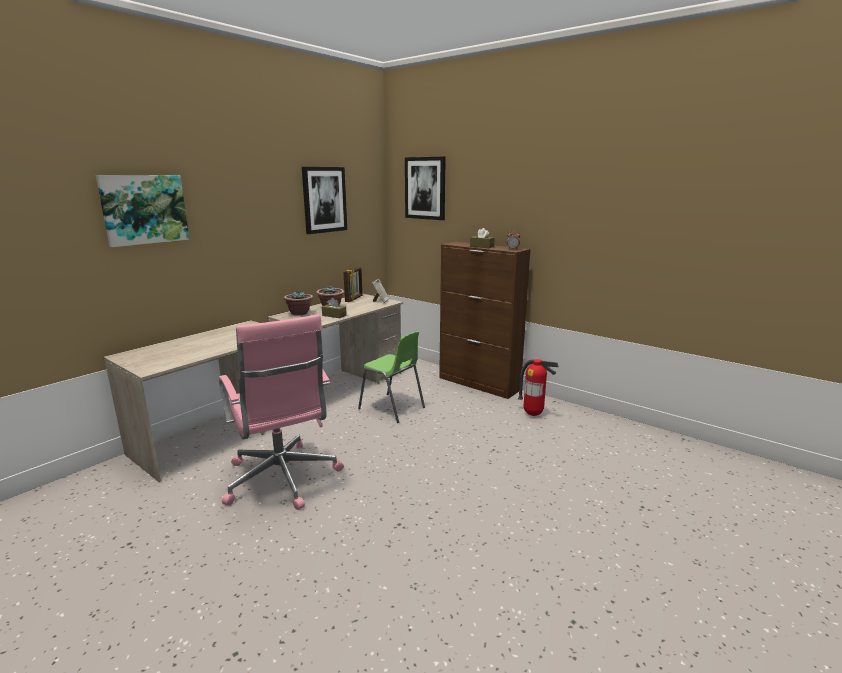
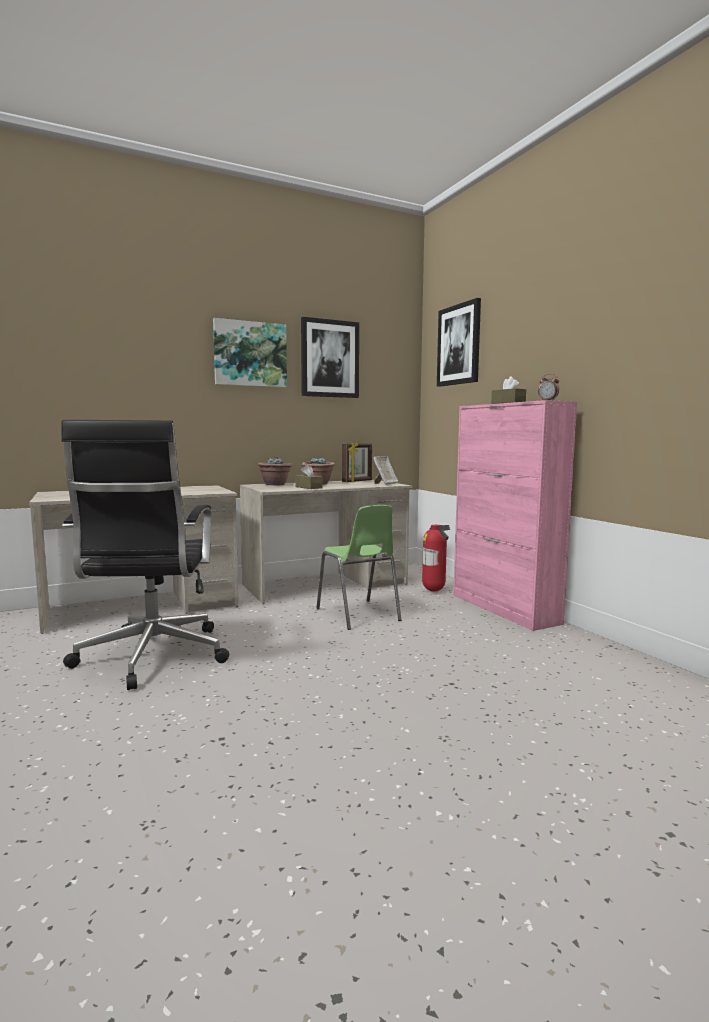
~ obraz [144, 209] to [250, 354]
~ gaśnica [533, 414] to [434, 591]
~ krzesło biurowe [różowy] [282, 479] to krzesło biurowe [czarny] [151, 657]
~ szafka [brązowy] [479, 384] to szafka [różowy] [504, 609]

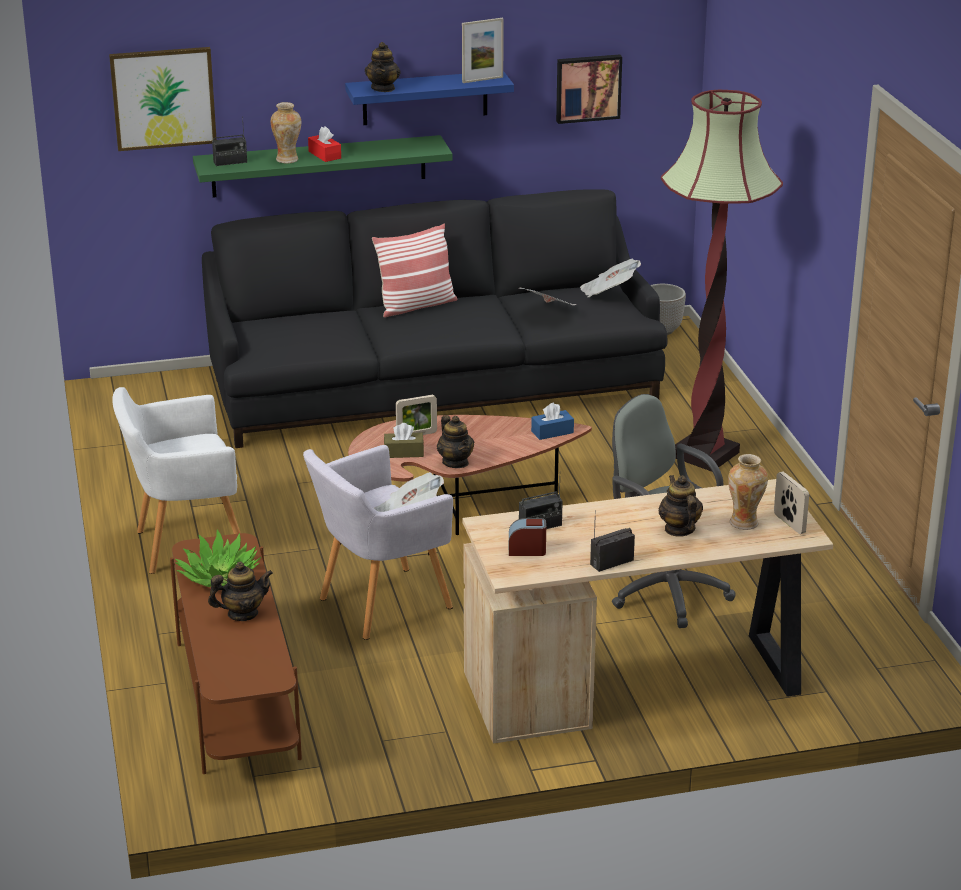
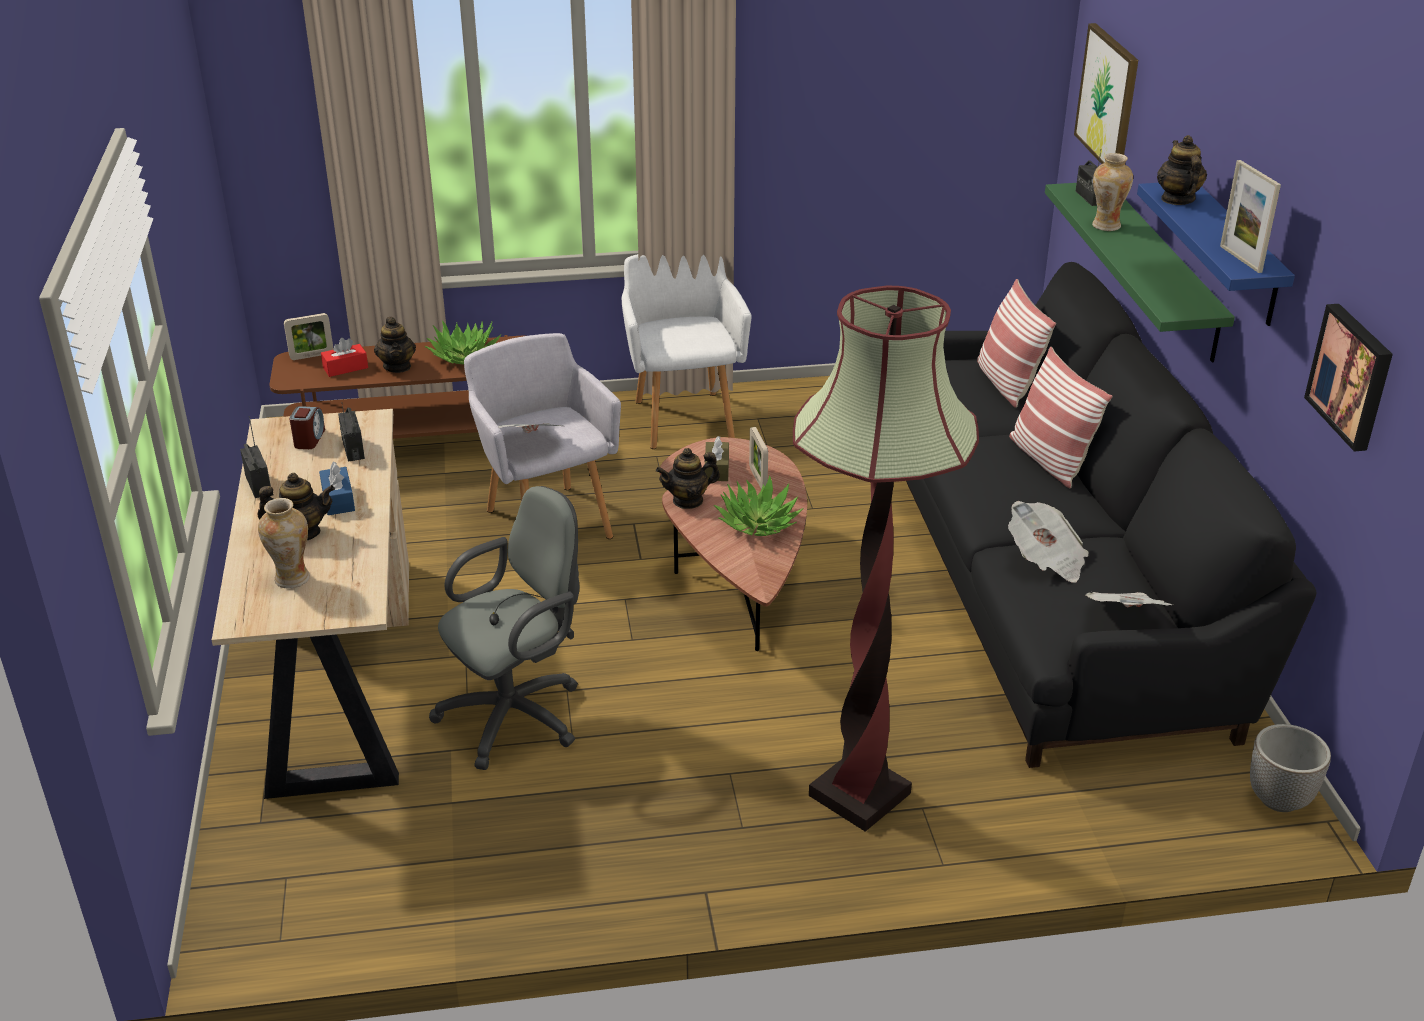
+ roślina doniczkowa [758, 523]
+ poduszka [1006, 383]
~ pudełko chusteczek [czerwony] [324, 155] to [345, 368]
~ pudełko chusteczek [niebieski] [552, 432] to [338, 500]
~ ramka na zdjęcie [789, 523] to [312, 356]
~ imbryk [383, 88] = [1177, 199] 75 degrees clockwise

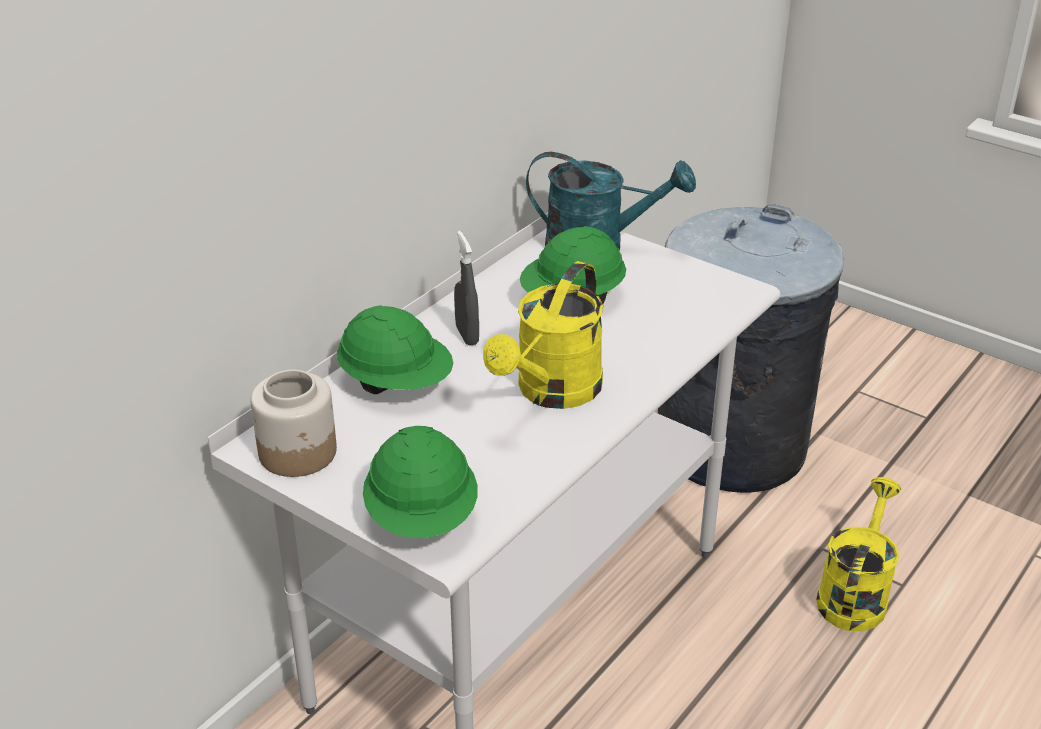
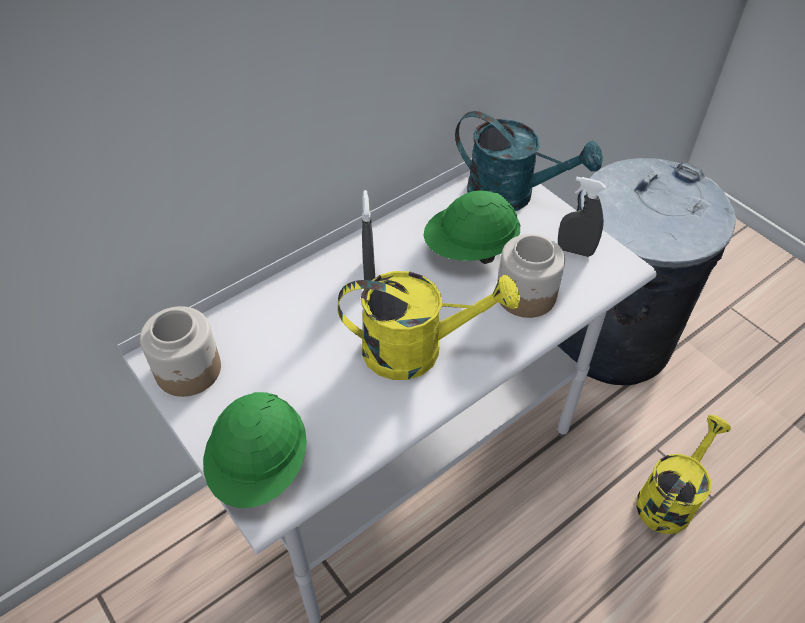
- kask [zielony] [397, 383]
+ słoik [525, 295]
+ spryskiwacz [szary] [575, 251]
~ konewka [żółty] [552, 393] = [417, 349] 135 degrees counterclockwise

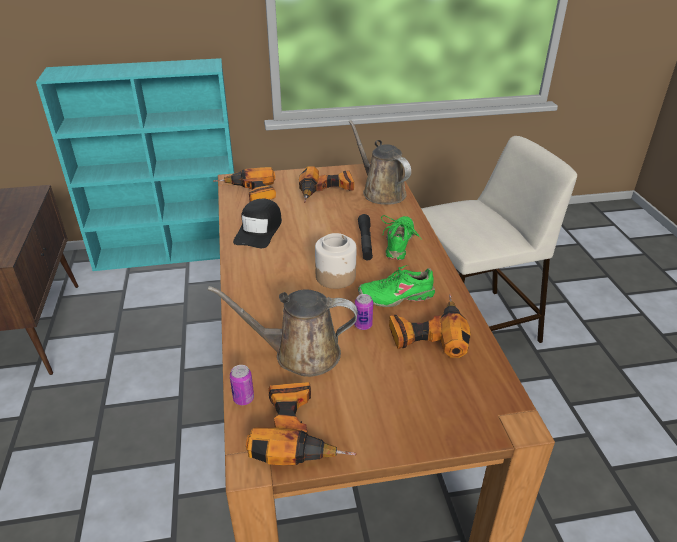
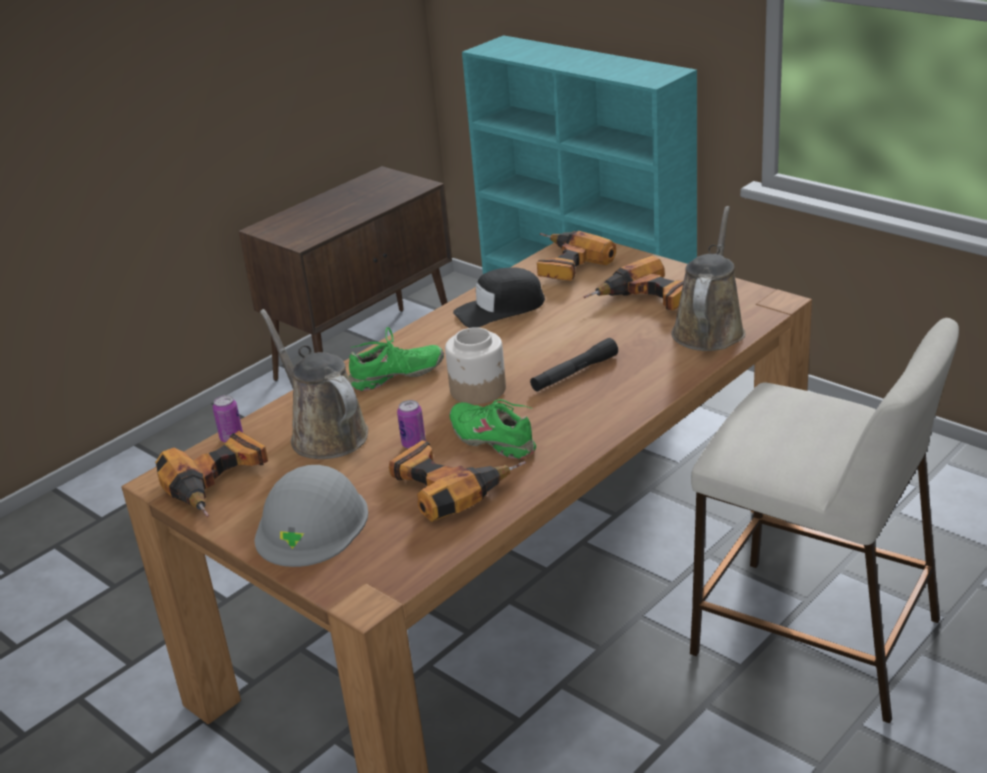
+ kask [szary] [312, 524]
~ but [zielony] [400, 244] to [397, 376]

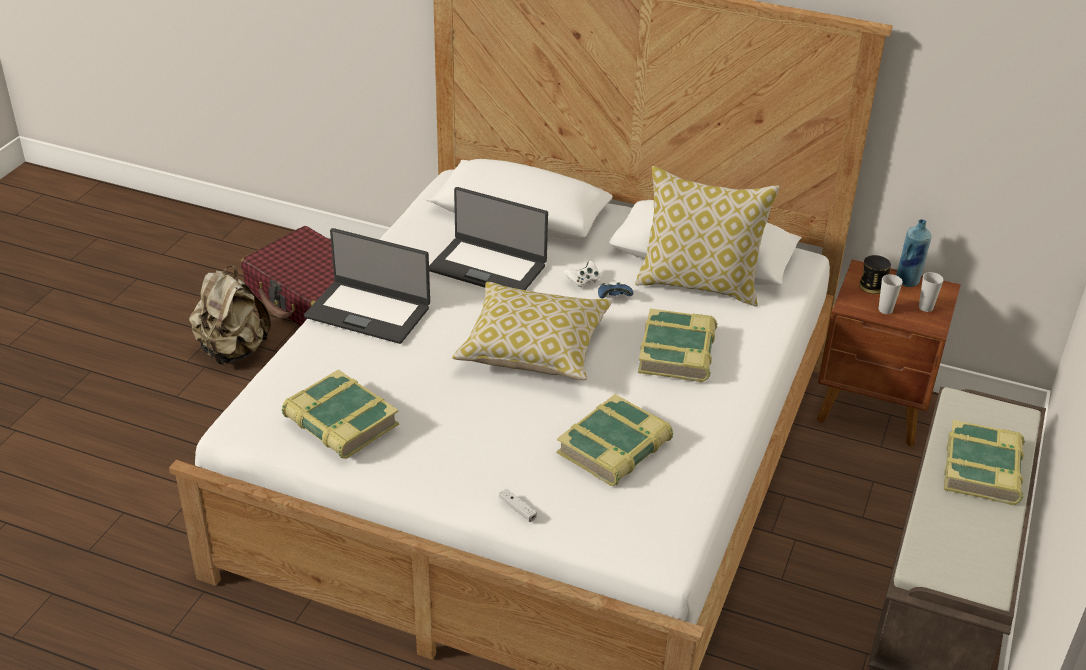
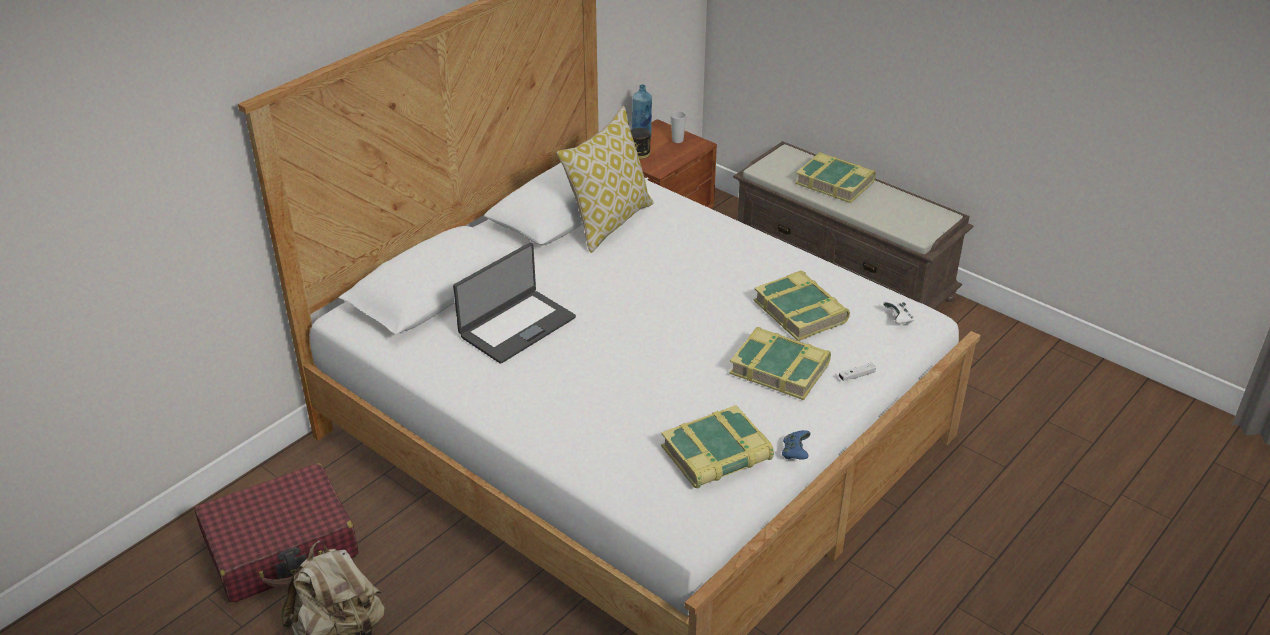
- laptop [368, 311]
- poduszka [534, 348]
- filiżanka [885, 310]
~ pad do gier [biały] [583, 281] to [898, 319]
~ pad do gier [niebieski] [613, 298] to [795, 452]
~ książka [678, 352] to [780, 368]

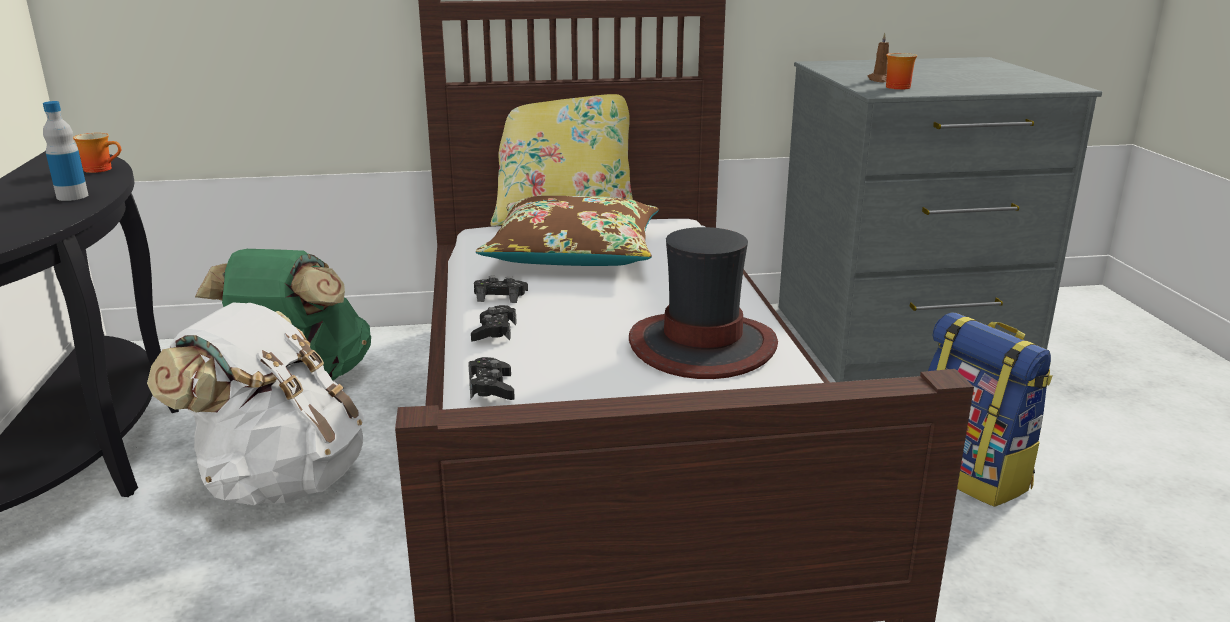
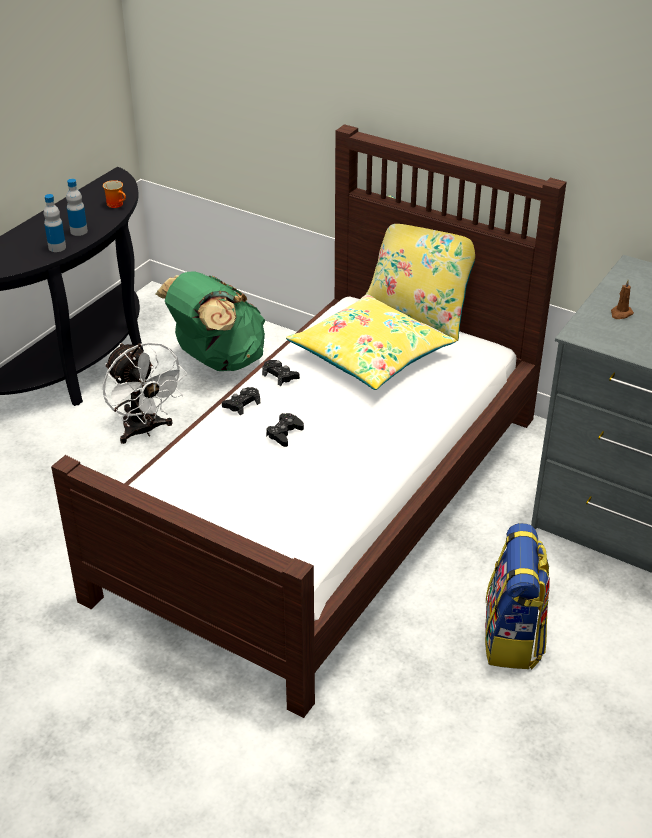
- kapelusz [702, 346]
- kubek [897, 87]
+ butelka [57, 247]
~ pad do gier [czarny] [491, 388] to [284, 433]
~ plecak [biały] [279, 481] to wentylator [biały] [145, 431]
~ poduszka [brązowy] [573, 253] to poduszka [żółty] [370, 355]

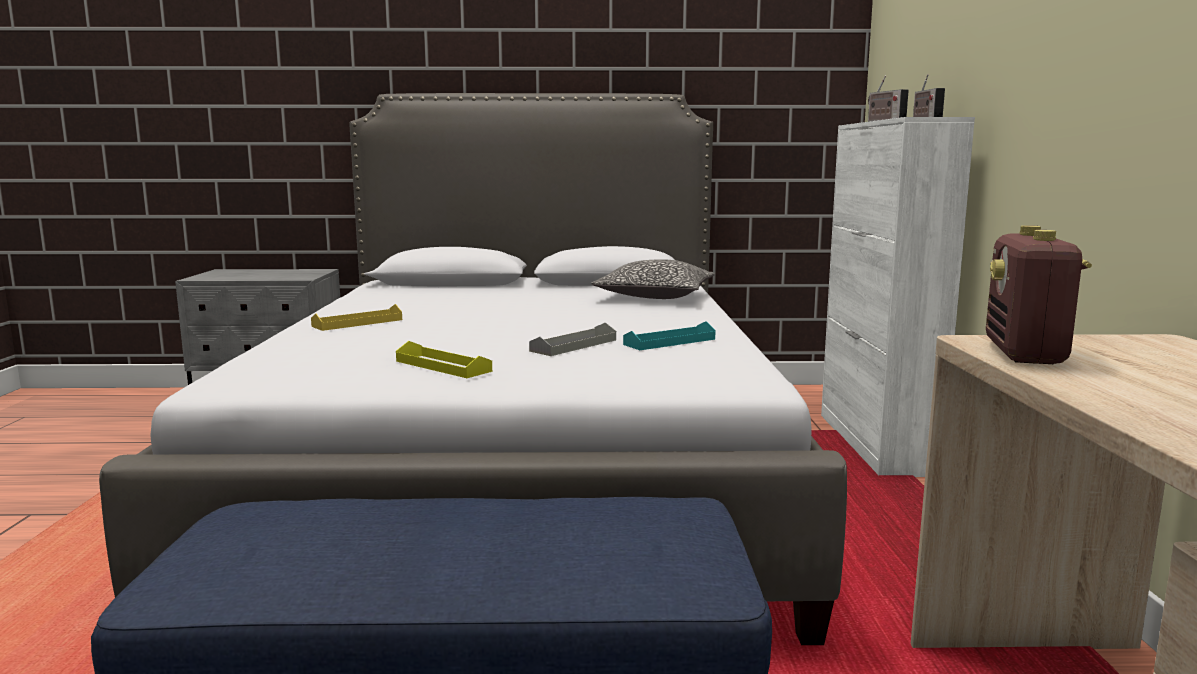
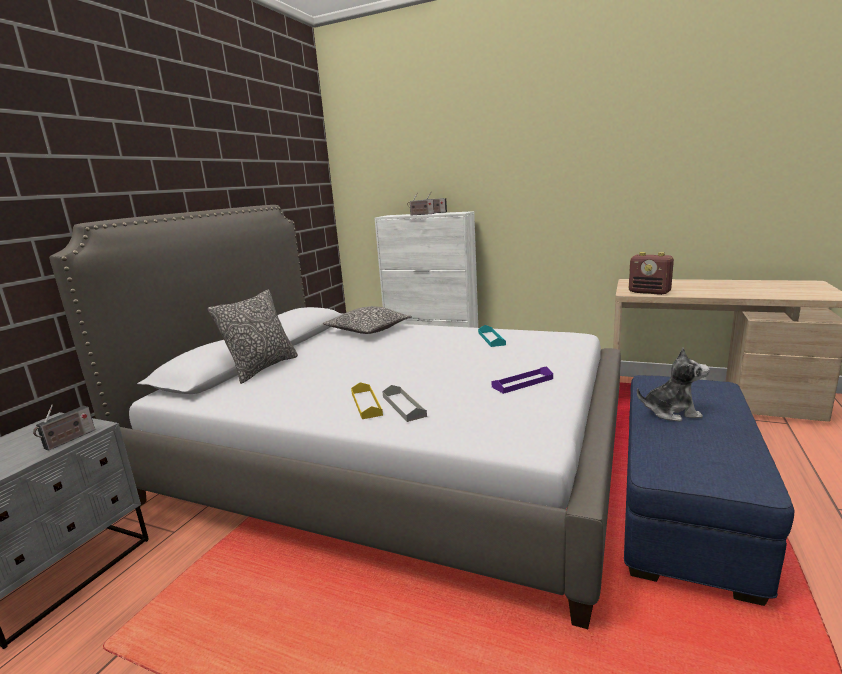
+ radio [68, 440]
+ poduszka [262, 368]
+ pluszak [671, 412]
~ taca [szary] [574, 345] to [403, 406]
~ taca [żółty] [443, 366] to taca [fioletowy] [522, 383]

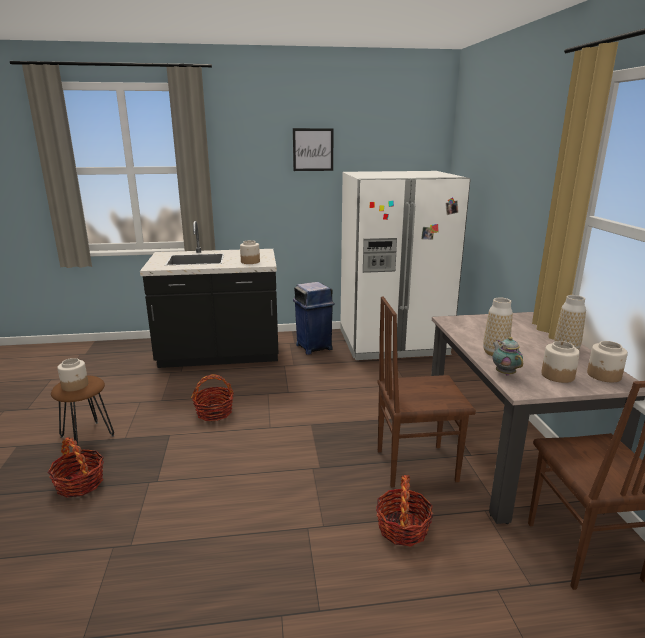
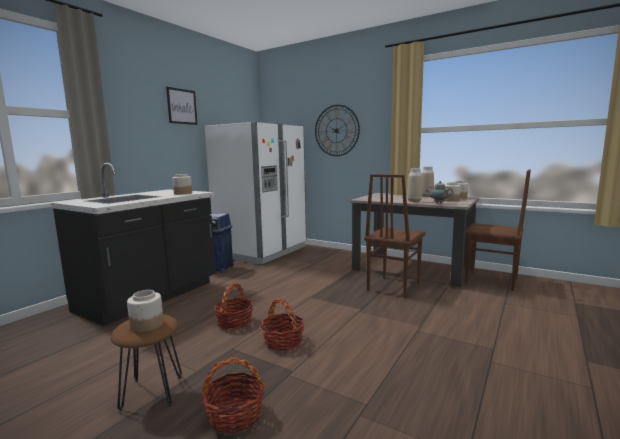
+ zegar ścienny [336, 130]
~ koszyk [402, 528] to [283, 341]

